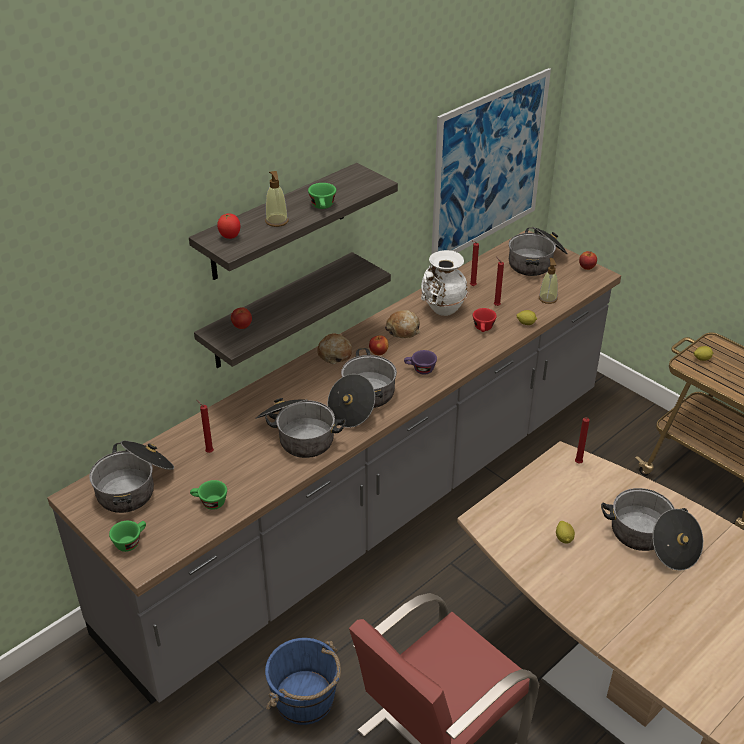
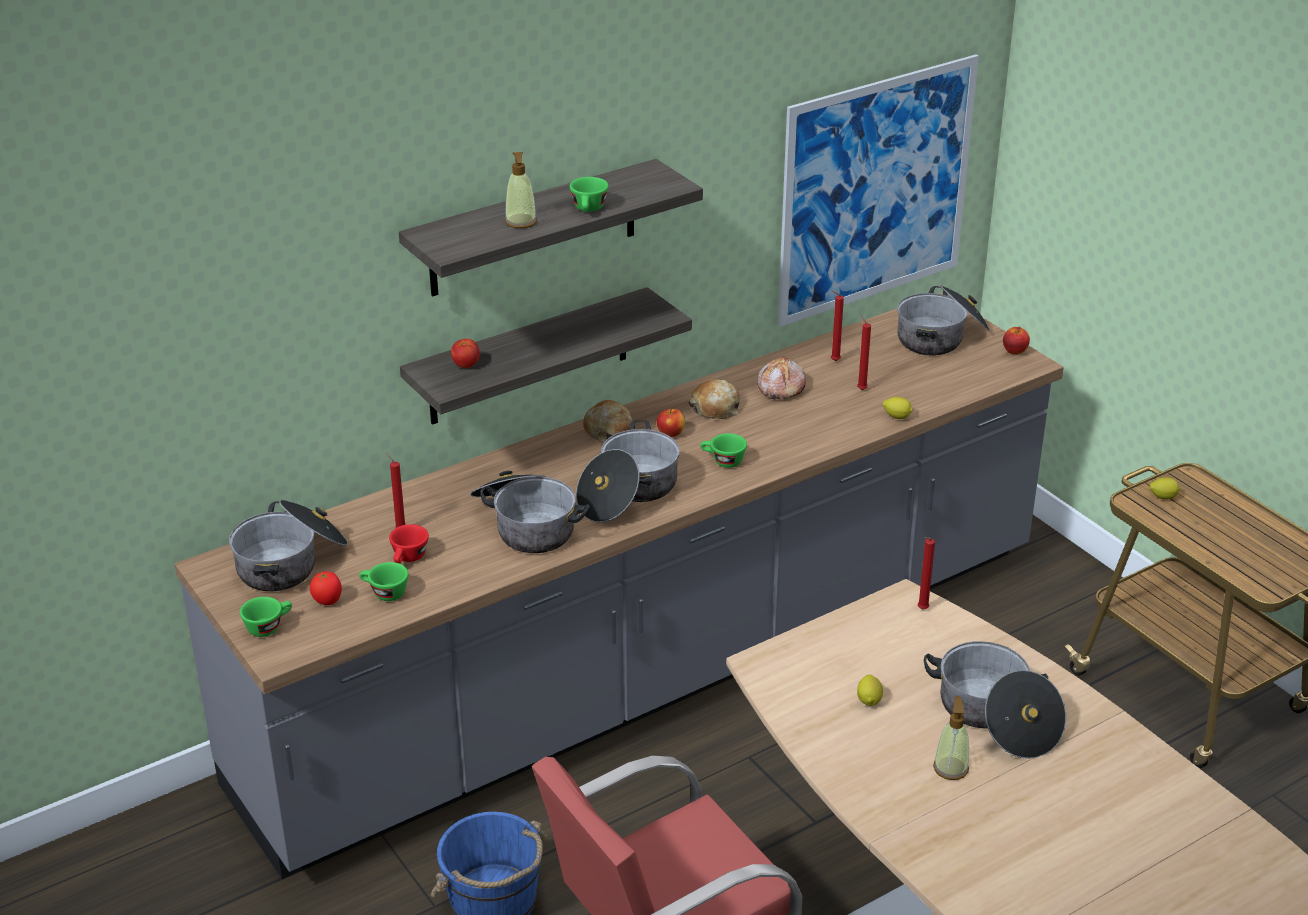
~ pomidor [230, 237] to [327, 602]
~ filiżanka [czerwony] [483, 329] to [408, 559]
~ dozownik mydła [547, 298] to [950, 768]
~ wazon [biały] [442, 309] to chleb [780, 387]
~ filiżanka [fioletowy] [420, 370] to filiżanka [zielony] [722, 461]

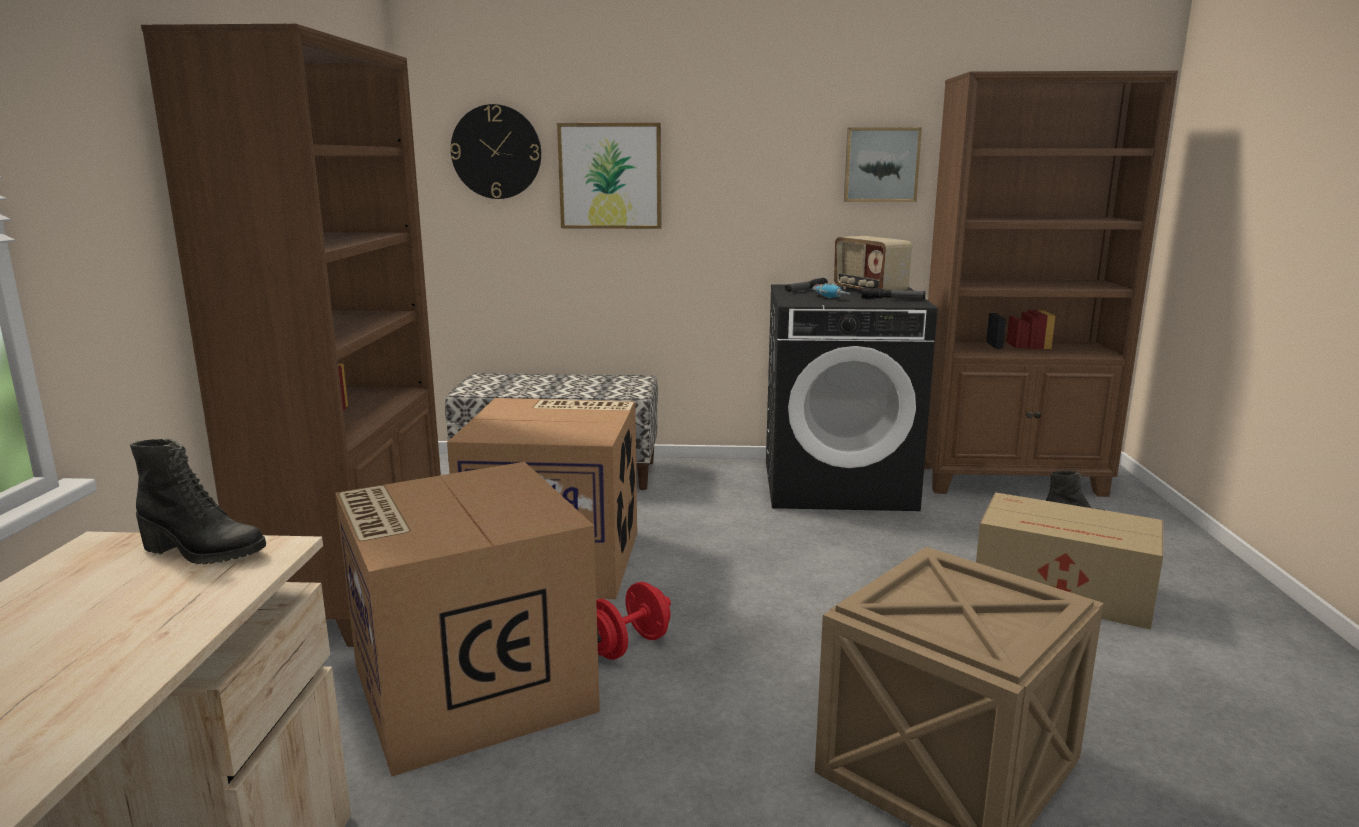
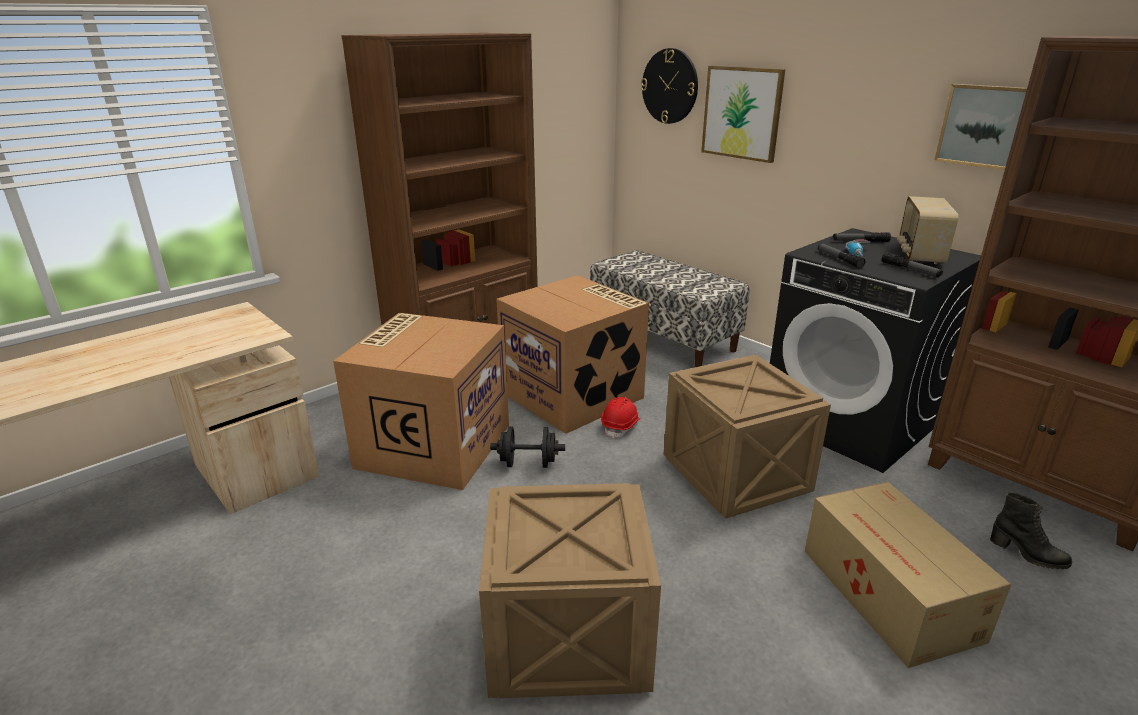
- but z cholewką [czarny] [203, 553]
+ kask [czerwony] [621, 426]
+ skrzynka [736, 475]
+ latarka [839, 259]
~ hantel [czerwony] [627, 646] to hantel [czarny] [528, 463]

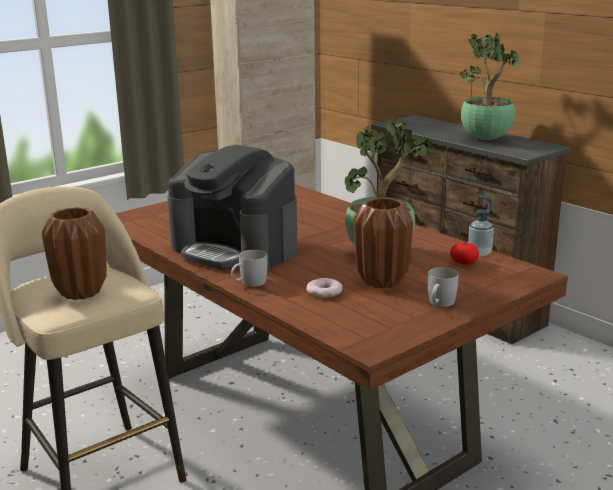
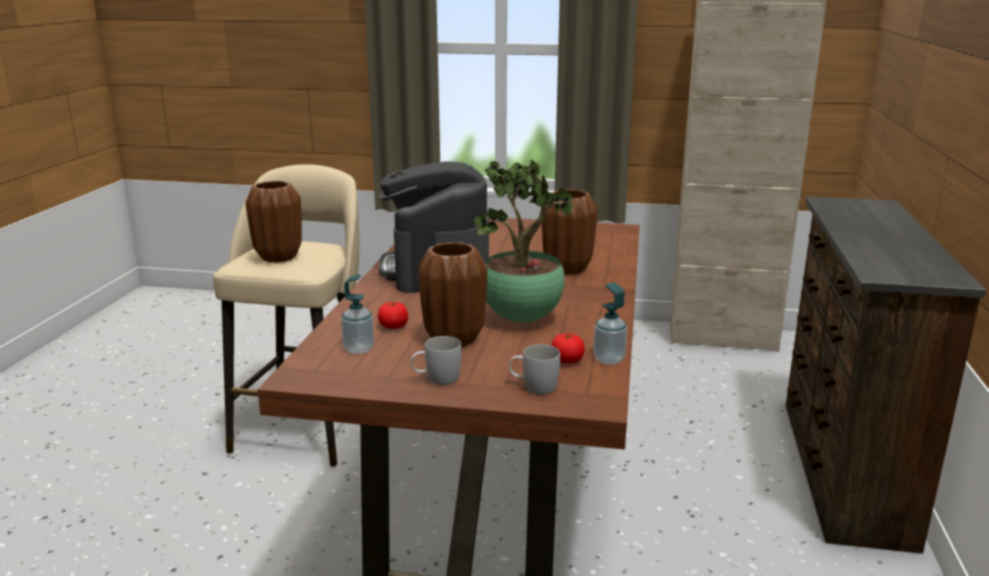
- roślina doniczkowa [487, 139]
+ dozownik mydła [358, 349]
+ wazon [brązowy] [567, 269]
~ kubek [biały] [249, 283] to [533, 386]
~ donut [324, 292] to pomidor [393, 326]

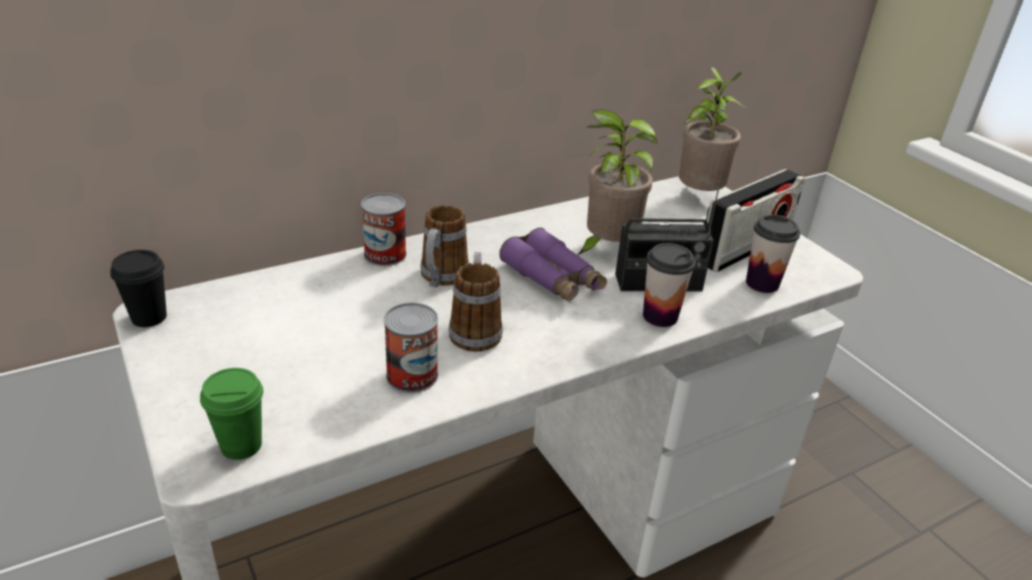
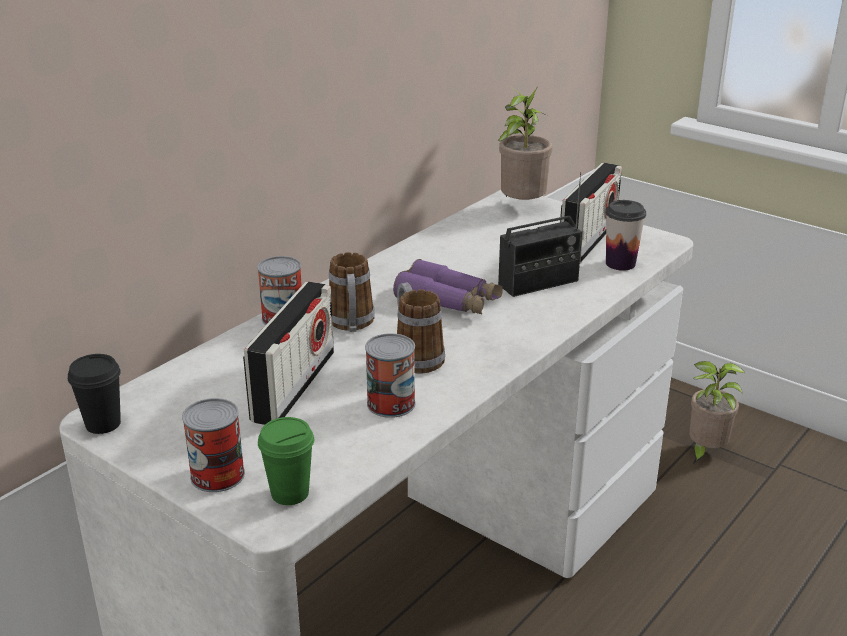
- filiżanka [660, 316]
+ puszka [217, 475]
+ radio [294, 386]
~ roślina doniczkowa [606, 248] to [705, 452]

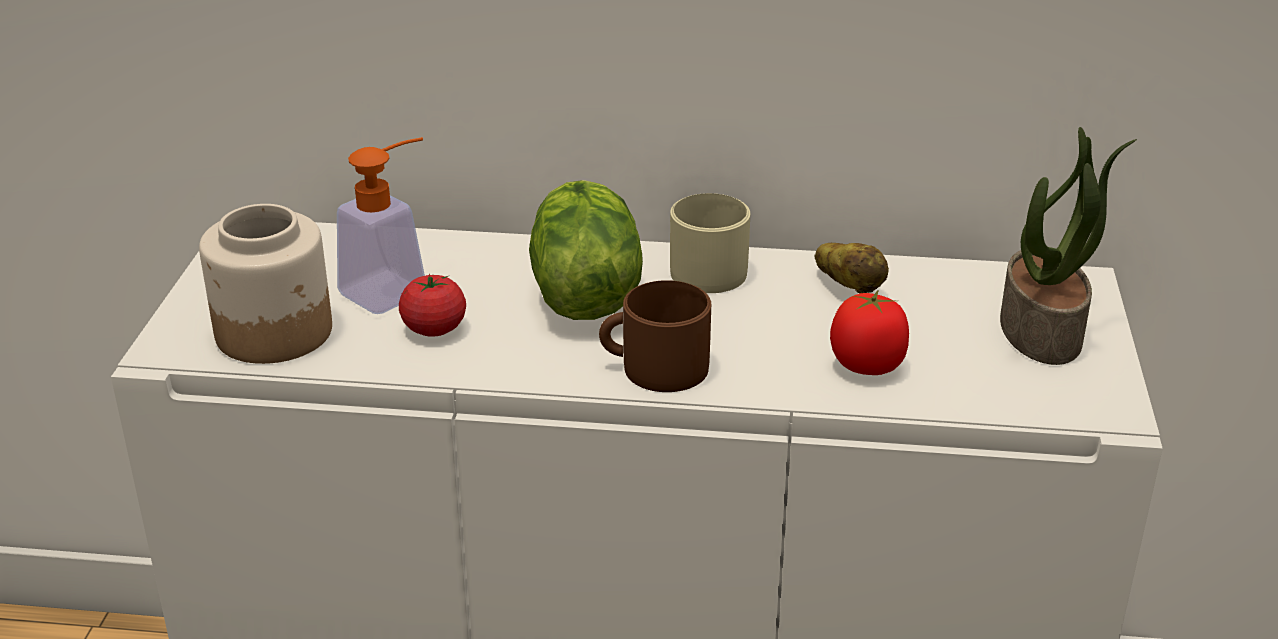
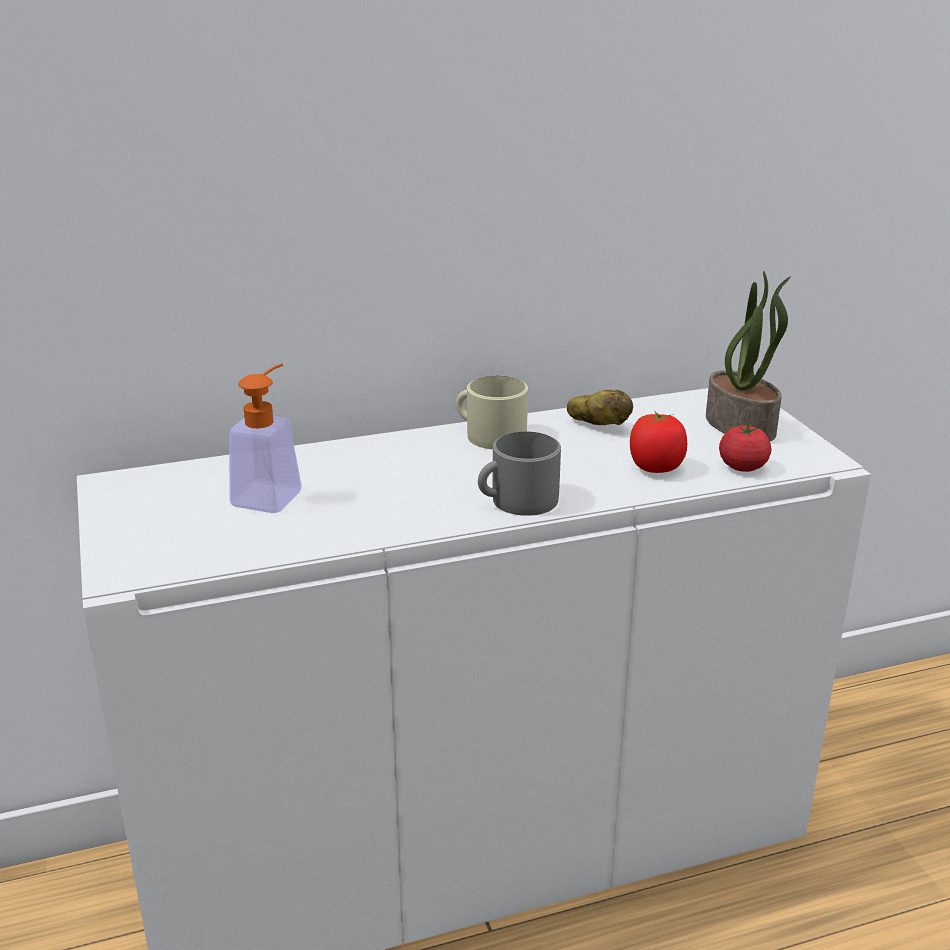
- słoik [275, 332]
- sałata [582, 294]
~ pomidor [434, 329] to [742, 467]
~ kubek [brązowy] [654, 367] to kubek [szary] [517, 501]

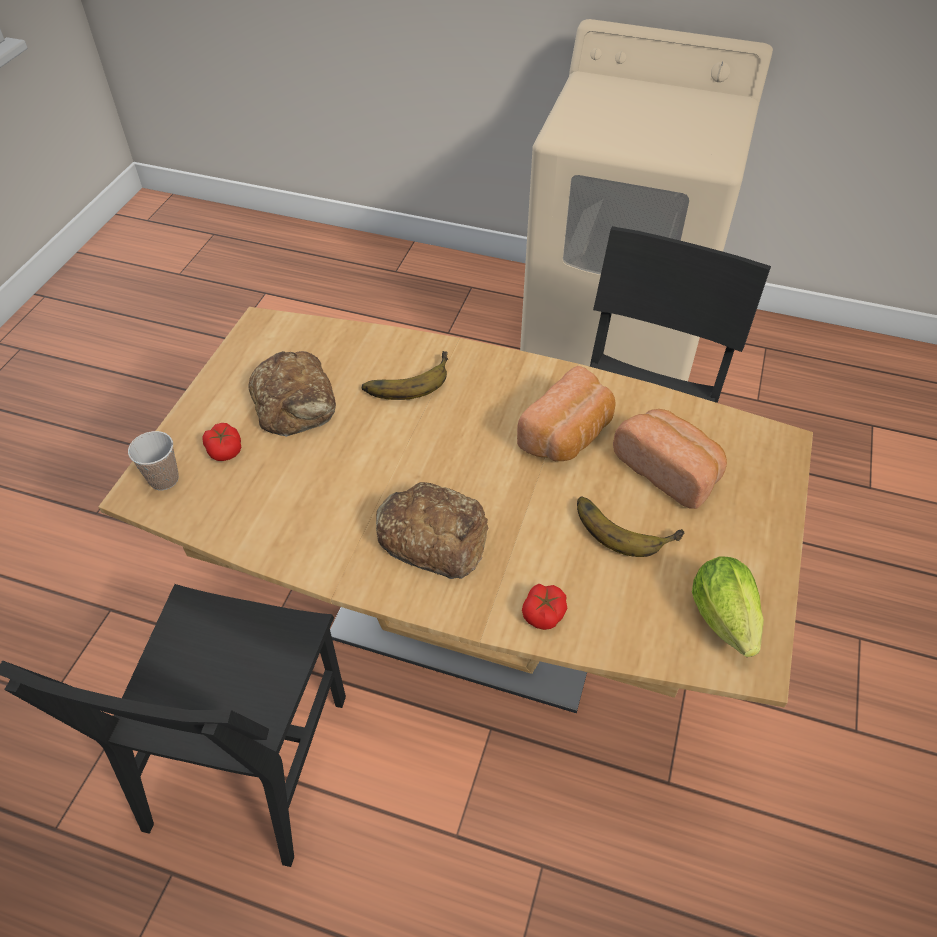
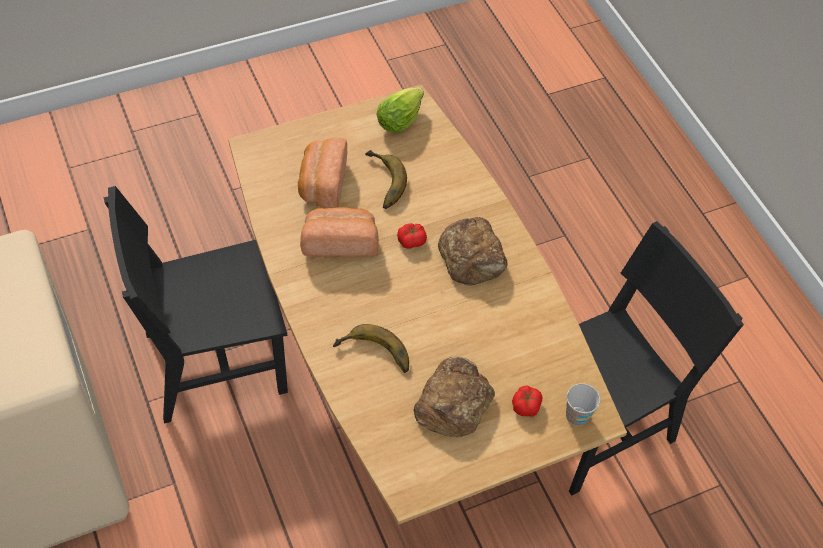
~ pomidor [544, 613] to [411, 240]

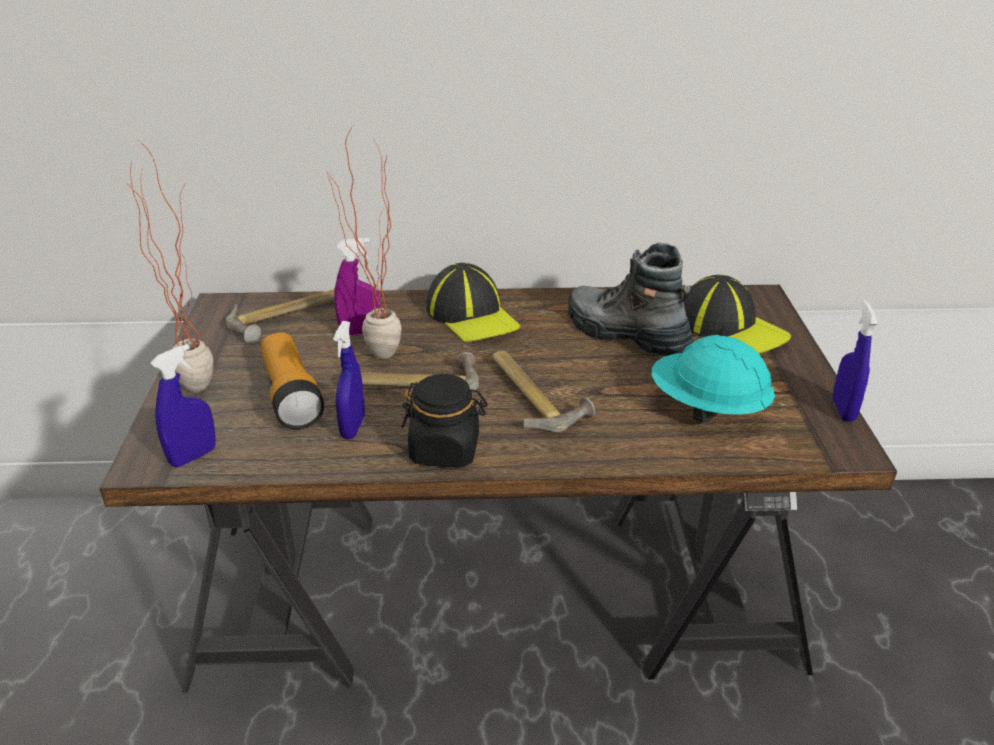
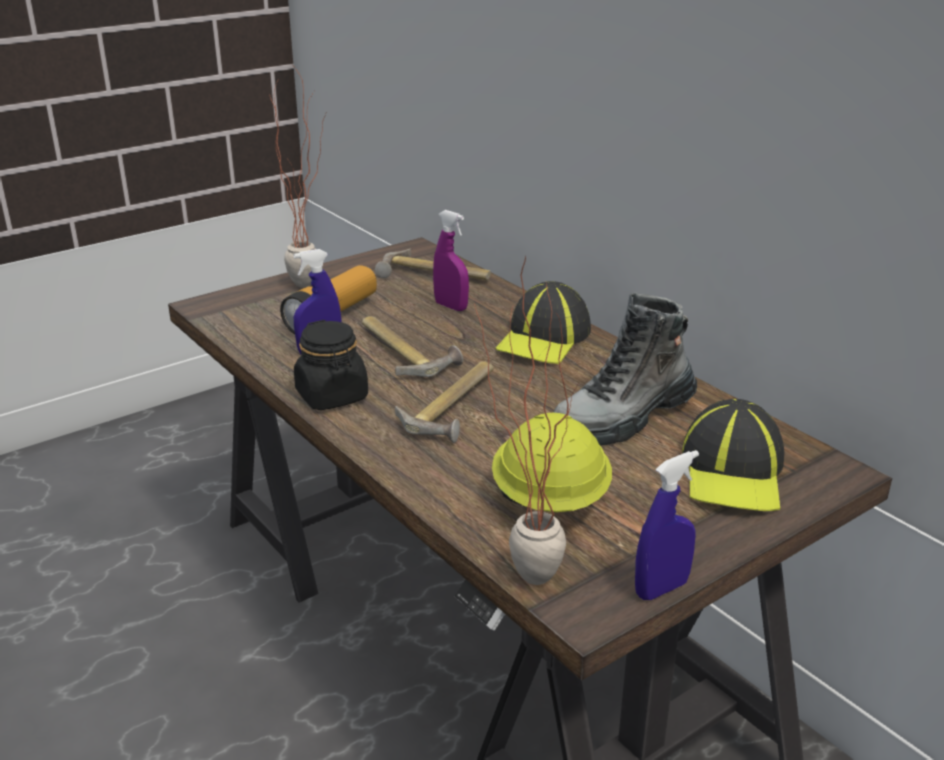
- spryskiwacz [niebieski] [193, 456]
~ roślina doniczkowa [372, 357] to [520, 571]
~ kask [turkusowy] [707, 408] to kask [żółty] [549, 500]
~ but z cholewką [625, 334] = [623, 417] 135 degrees counterclockwise

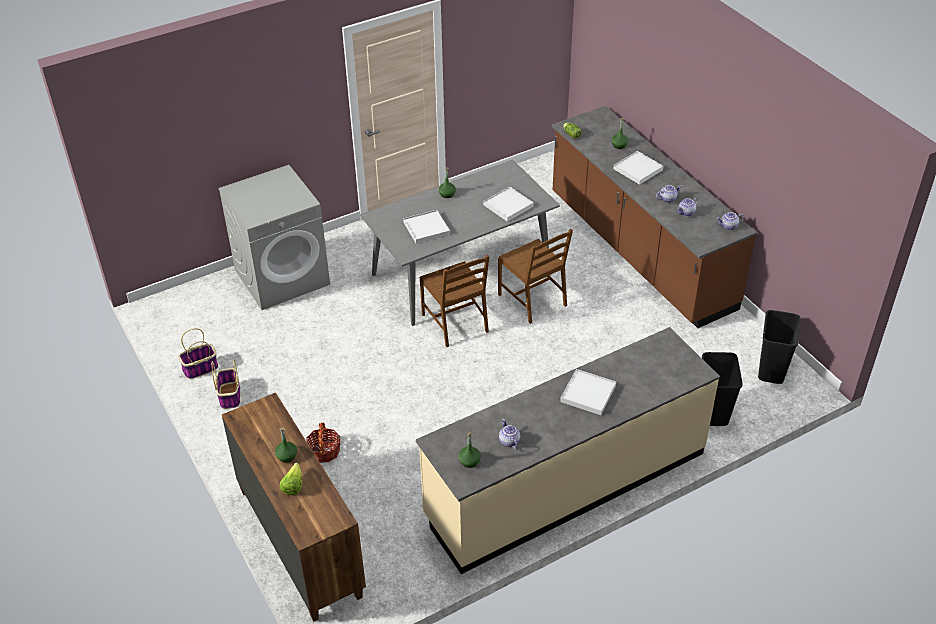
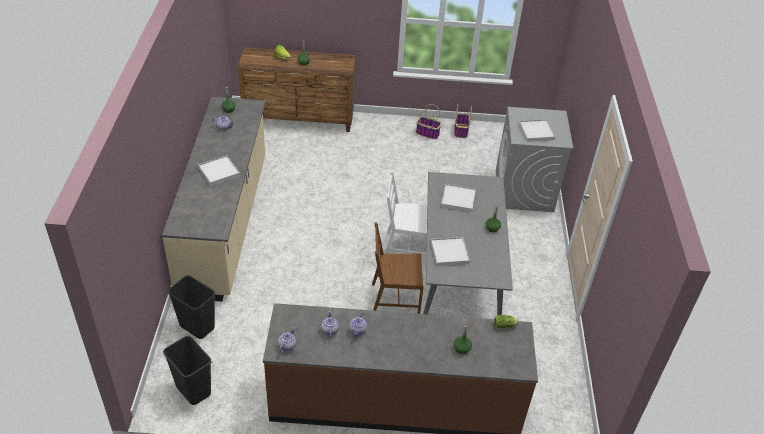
- koszyk [324, 451]
~ taca [biały] [638, 169] to [536, 132]
~ krzesło [brązowy] [456, 323] to krzesło [biały] [406, 247]

